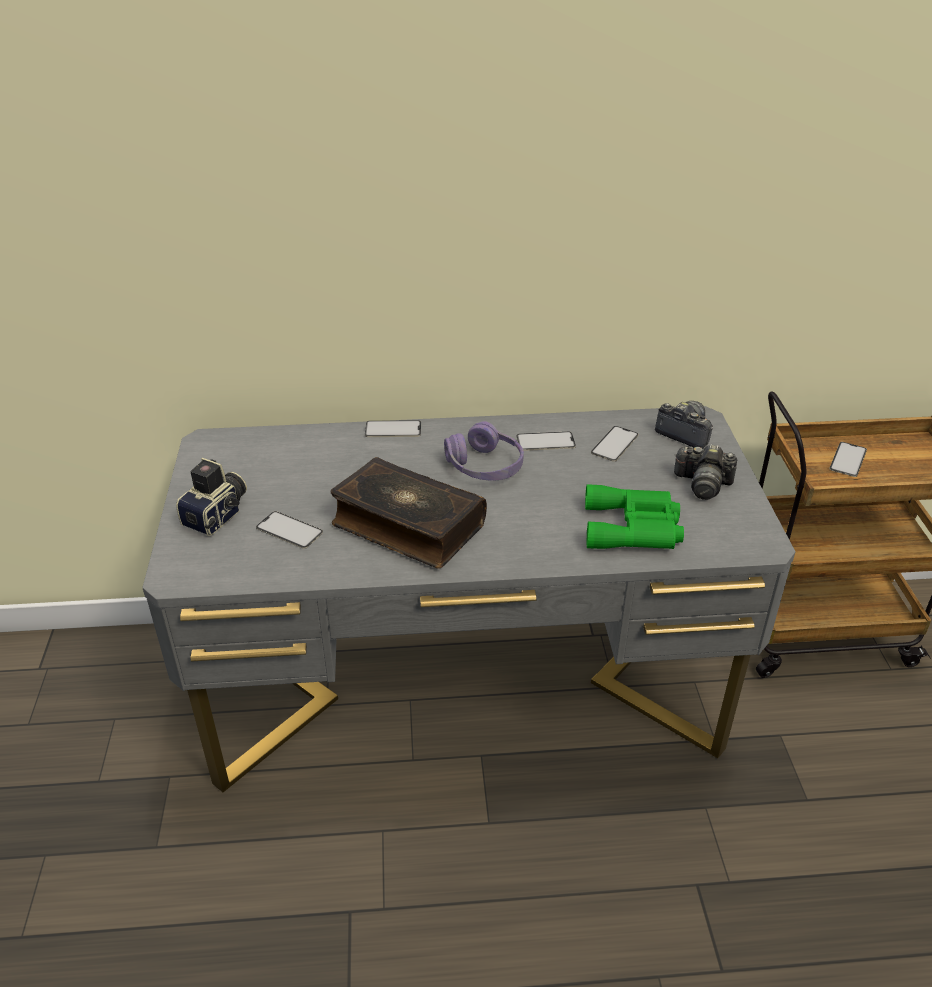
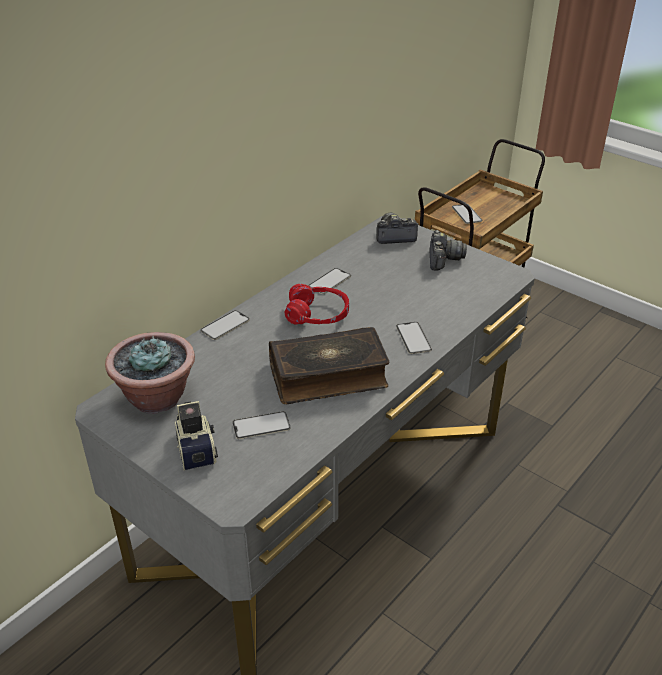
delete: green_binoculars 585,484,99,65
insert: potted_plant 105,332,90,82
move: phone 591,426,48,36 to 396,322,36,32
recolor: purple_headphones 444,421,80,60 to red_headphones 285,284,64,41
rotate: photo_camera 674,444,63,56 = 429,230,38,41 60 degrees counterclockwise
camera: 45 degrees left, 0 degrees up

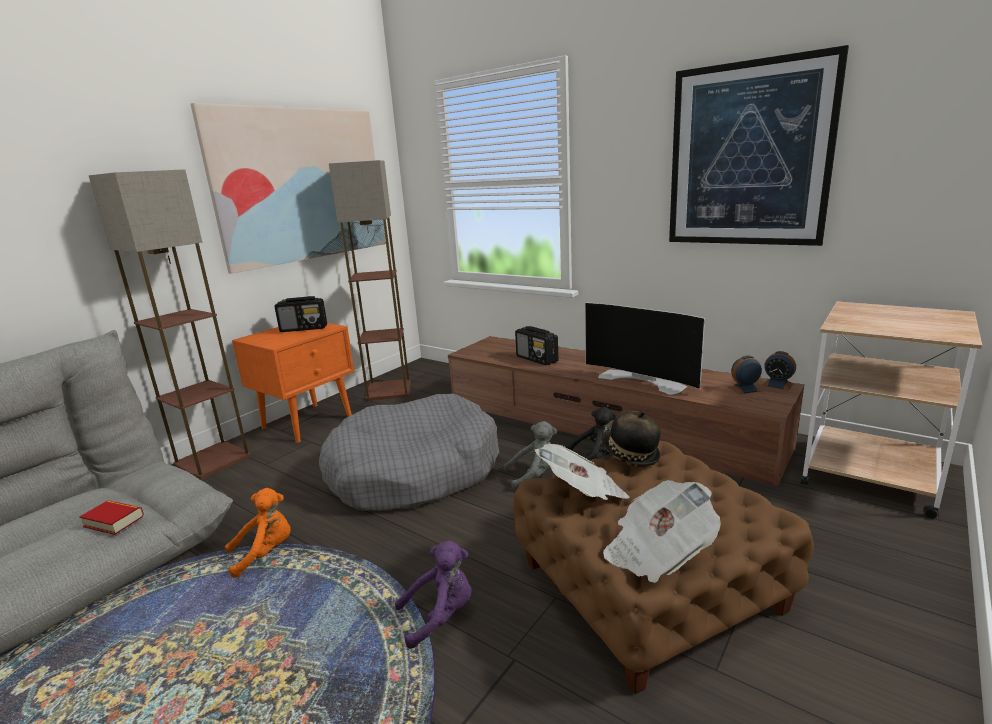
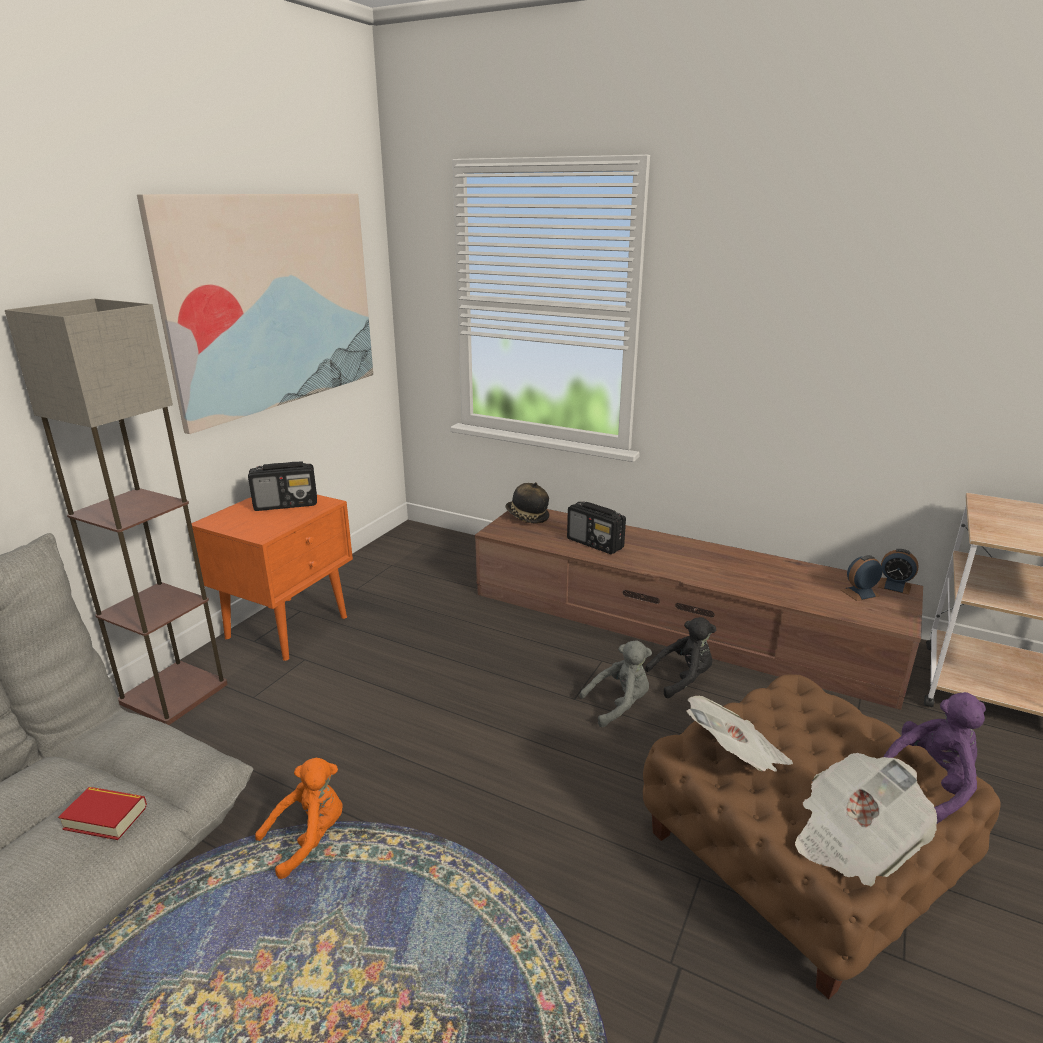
delete: picture 669,45,180,201; floor_lamp 329,160,82,241; television 585,303,120,92; grey_dog_bed 319,394,180,117
move: hat 601,411,60,56 to 505,482,45,42; purple_plush_toy 395,541,77,108 to 883,692,103,132
camera: 10 degrees left, 5 degrees up

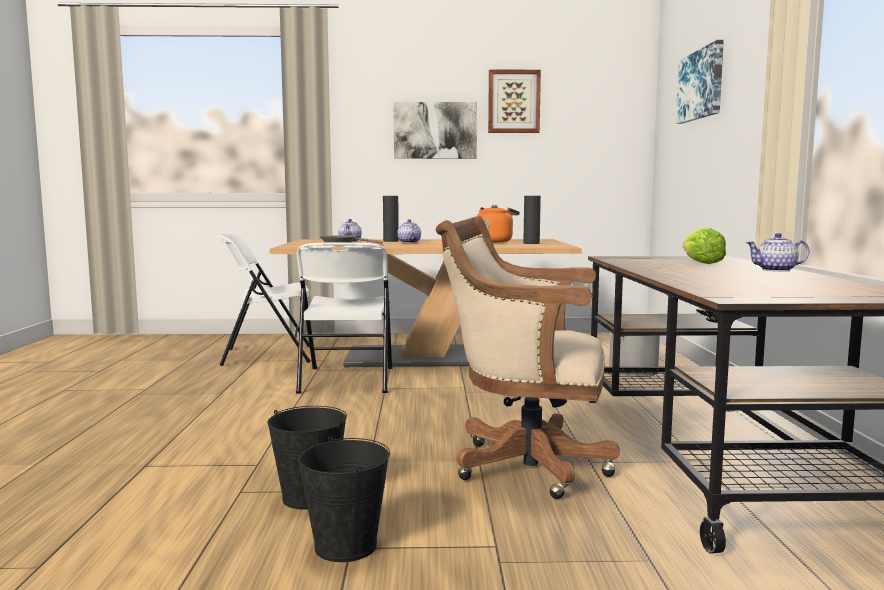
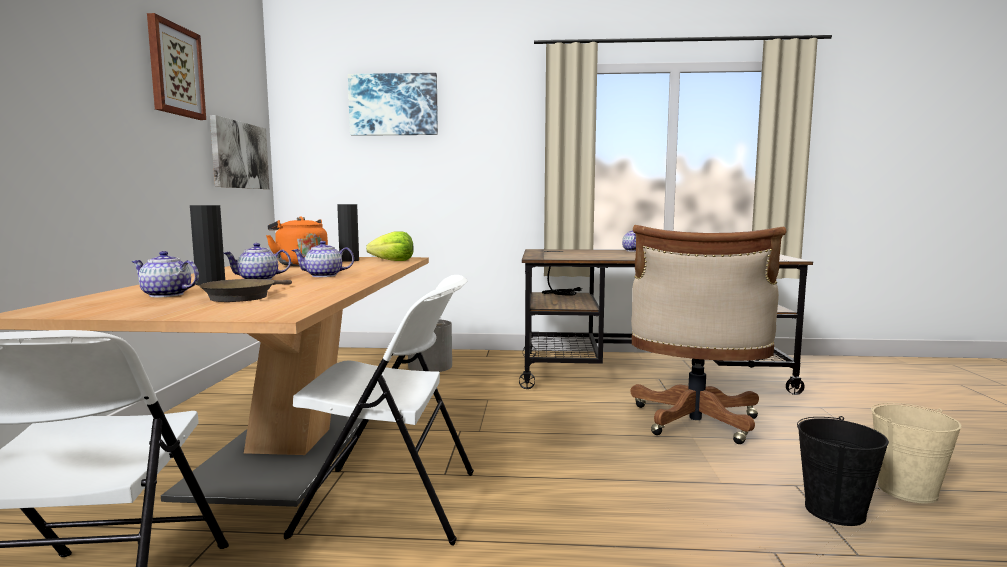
insert: teapot 292,241,62,36
move: picture 394,102,83,57 to 210,115,59,74; lettuce 683,228,43,36 to 366,231,48,30
recolor: black_bucket 298,437,92,125 to beige_bucket 871,403,91,101
camera: 85 degrees left, 0 degrees up

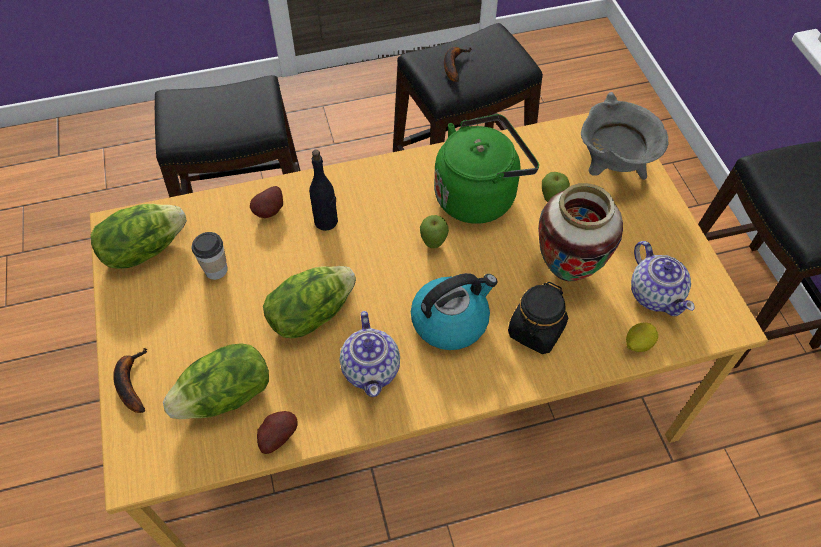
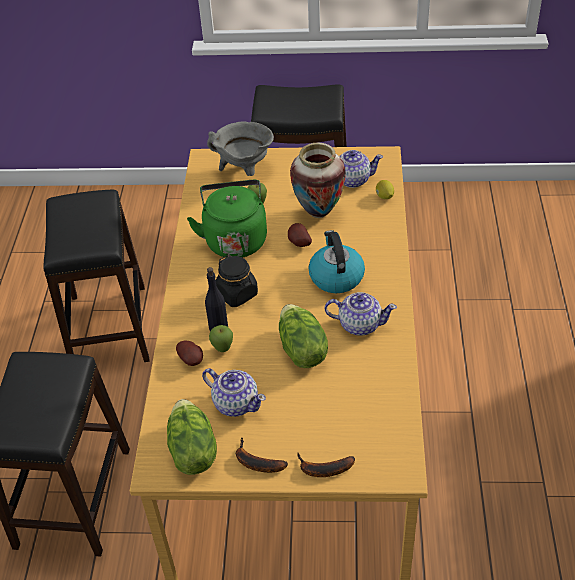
delete: lettuce 163,343,106,76
move: banana 444,47,27,35 to 236,438,52,35; apple 420,215,29,33 to 209,325,24,27; black_jar 508,282,60,72 to 216,255,42,52; potato 257,411,41,43 to 288,223,24,24
replace: cup 192,232,36,48 to teapot 202,368,64,49
camera: 70 degrees left, 10 degrees down

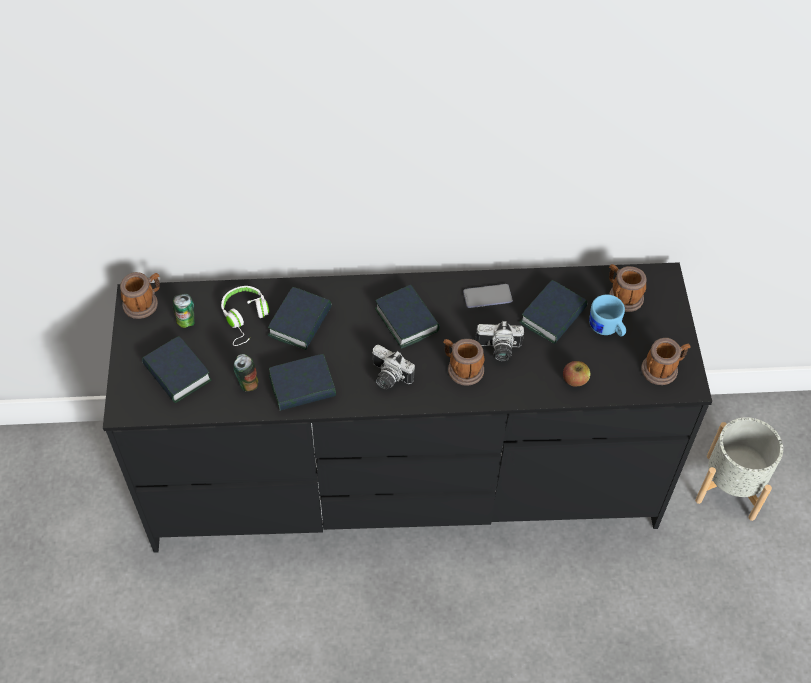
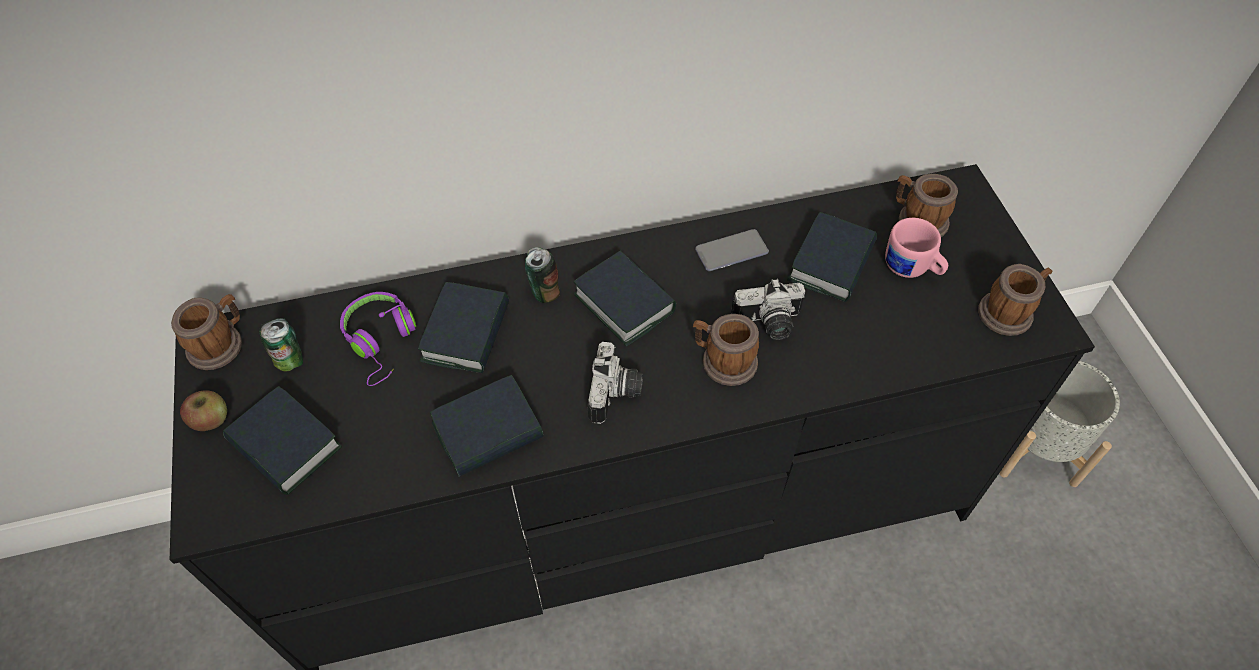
move: can 234,354,24,37 to 525,247,35,56; apple 563,361,27,26 to 180,390,47,41
recolor: white_headphones 221,286,48,60 to purple_headphones 340,292,76,94; blue_mug 589,295,37,42 to pink_mug 885,218,63,60
rotate: photo_camera 372,345,43,45 = 587,342,56,82 105 degrees counterclockwise
camera: 10 degrees left, 0 degrees up

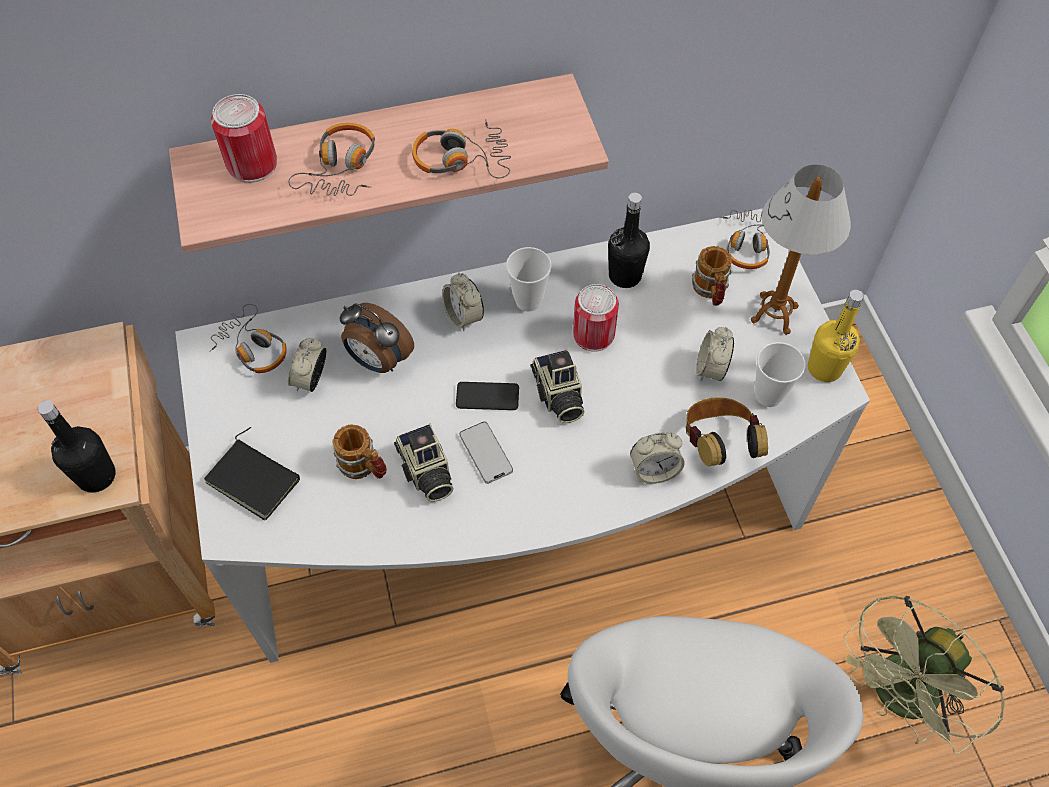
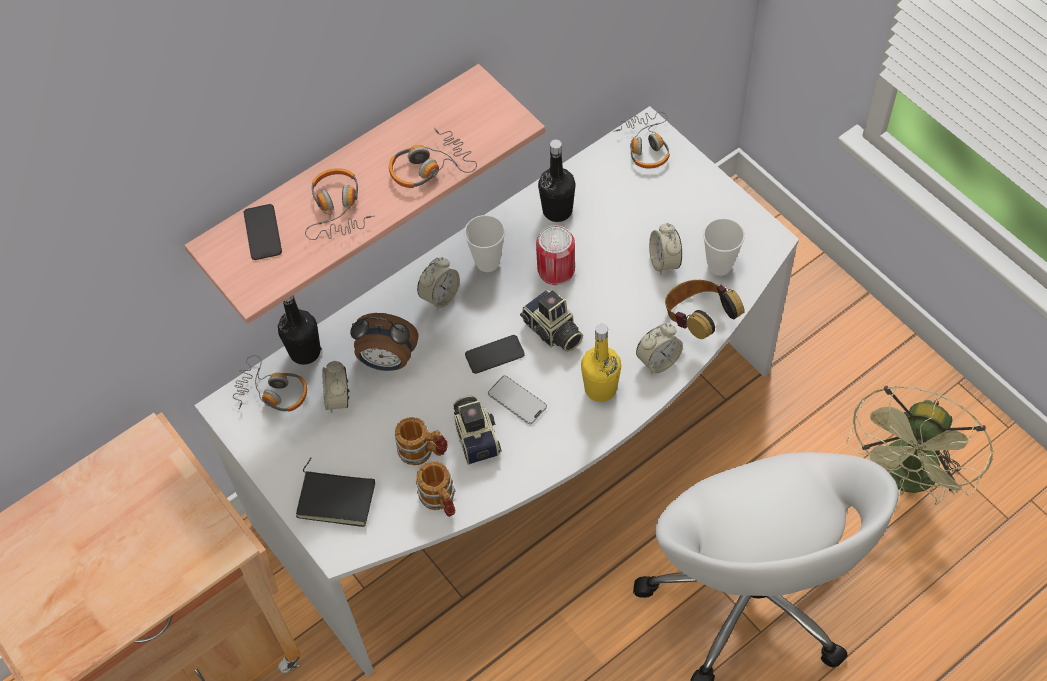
delete: table_lamp 751,165,100,170
move: mug 692,246,40,60 to 416,461,40,56; yellow_bottle 808,290,56,92 to 581,324,40,78; black_bottle 37,400,79,93 to 278,295,43,70
replace: can 211,94,66,89 to phone 244,204,38,56
rotate: alarm_clock 442,273,42,58 = 417,257,43,53 90 degrees counterclockwise; photo_camera 394,424,60,78 = 453,396,49,69 150 degrees counterclockwise
camera: 20 degrees left, 0 degrees up

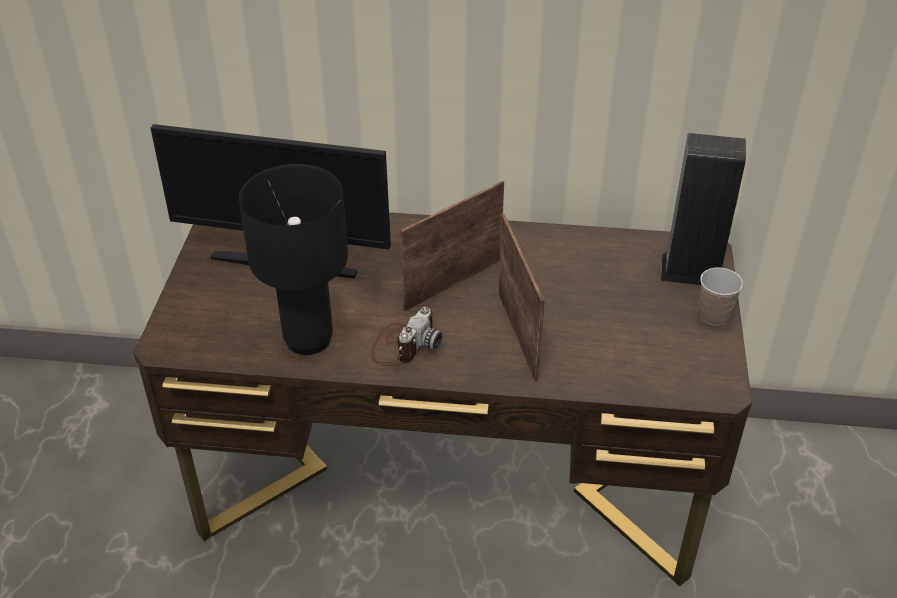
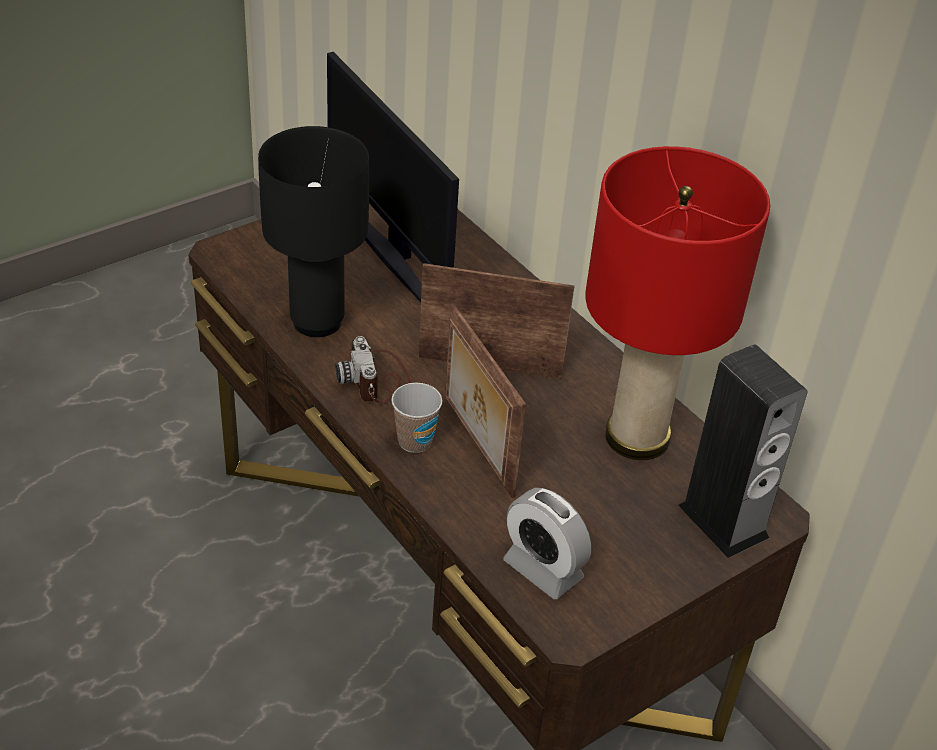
insert: red_table_lamp 585,146,185,314; alarm_clock 503,488,88,111
move: cup 700,267,43,59 to 391,383,51,70
rotate: picture_frame 498,214,47,167 = 445,304,81,194 120 degrees clockwise; photo_camera 371,307,71,57 = 335,336,76,68 90 degrees clockwise
camera: 45 degrees right, 0 degrees up

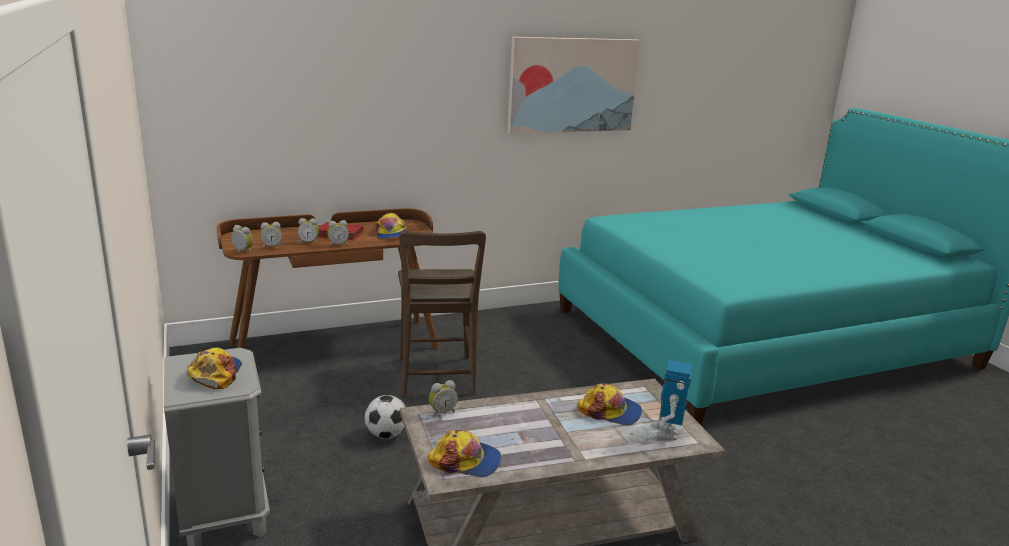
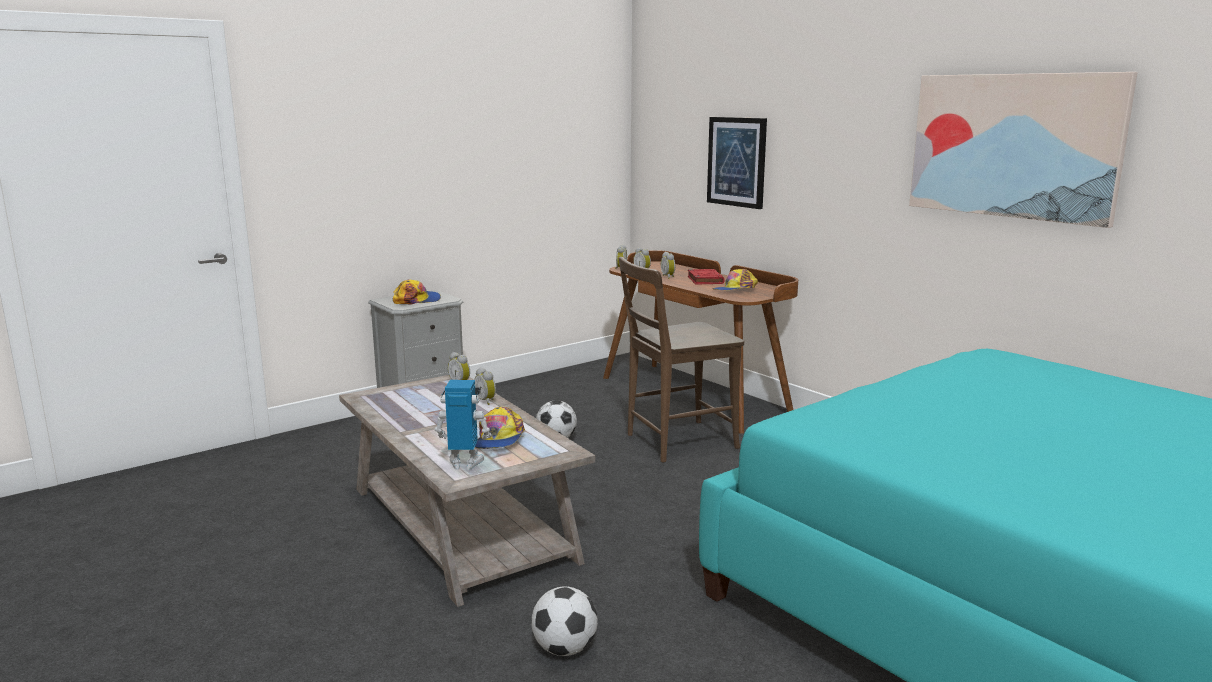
delete: cap 428,430,73,47
insert: picture 707,117,60,92; football 531,586,67,70
move: alarm_clock 327,220,22,27 to 474,368,22,37
camera: 75 degrees right, 5 degrees down

